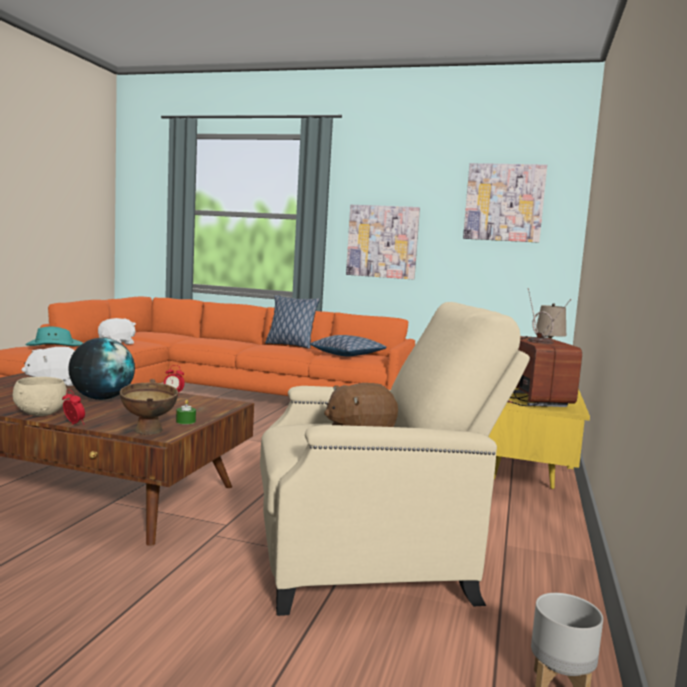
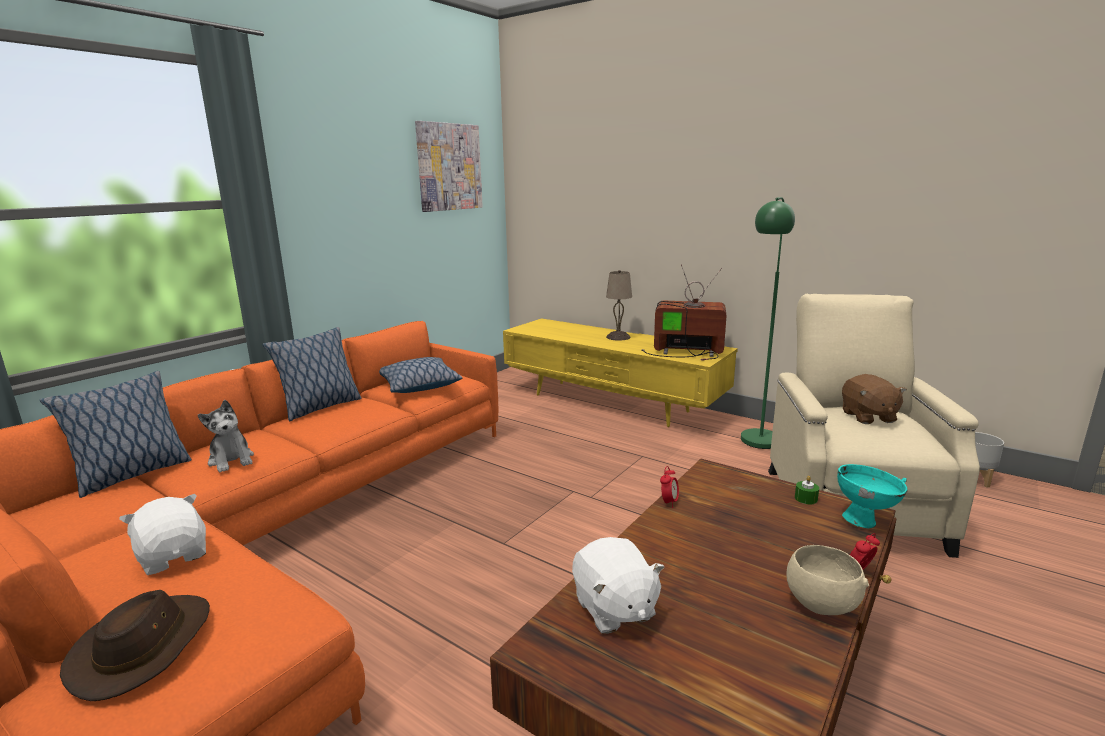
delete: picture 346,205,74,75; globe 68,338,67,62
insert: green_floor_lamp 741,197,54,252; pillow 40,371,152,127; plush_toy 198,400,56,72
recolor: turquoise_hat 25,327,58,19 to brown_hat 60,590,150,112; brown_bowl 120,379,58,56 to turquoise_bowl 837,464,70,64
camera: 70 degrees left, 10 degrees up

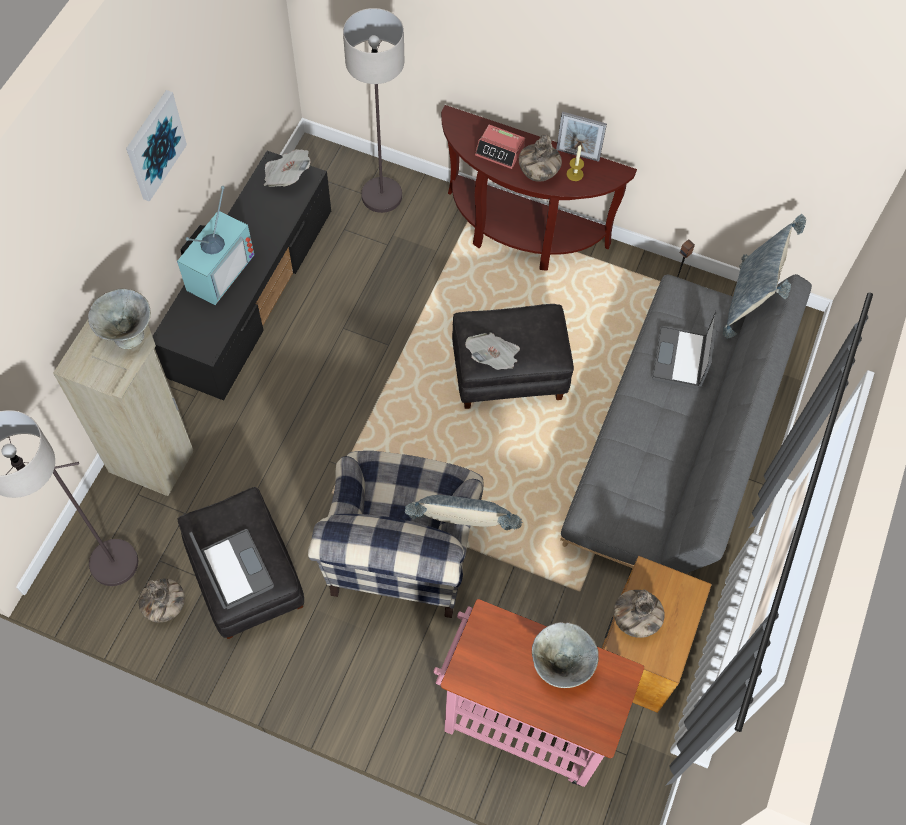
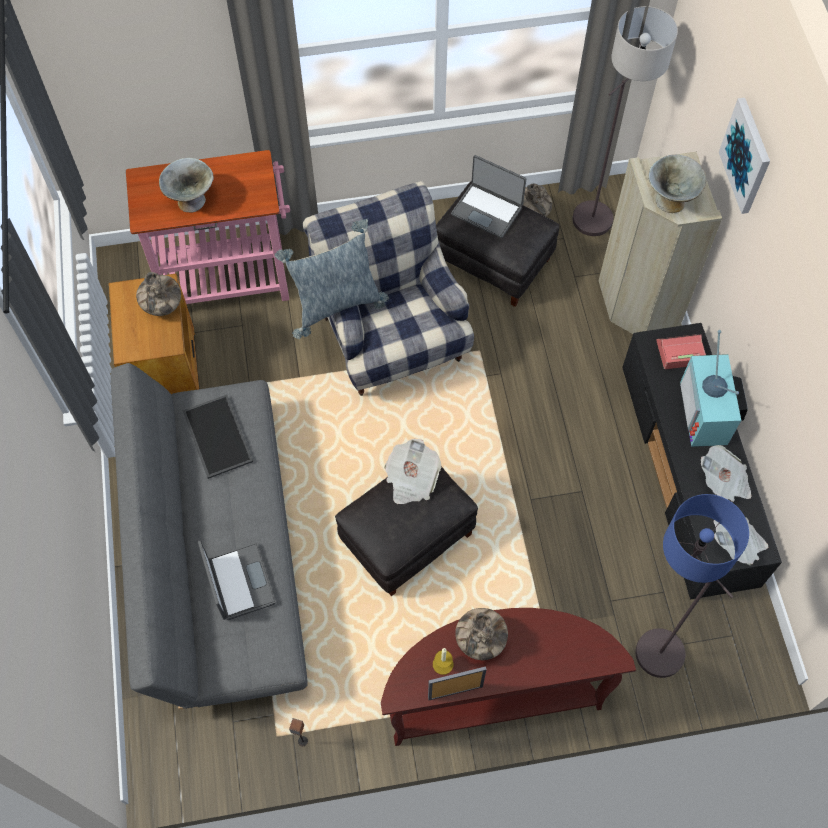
delete: pillow 722,214,84,125
insert: tray 183,395,70,84; newspaper 701,445,51,57
move: picture 126,90,61,112 to 719,98,51,116; alarm_clock 475,125,50,44 to 656,334,50,35
recolor: grey_floor_lamp 343,8,61,205 to blue_floor_lamp 636,494,113,184
camera: 150 degrees right, 0 degrees up

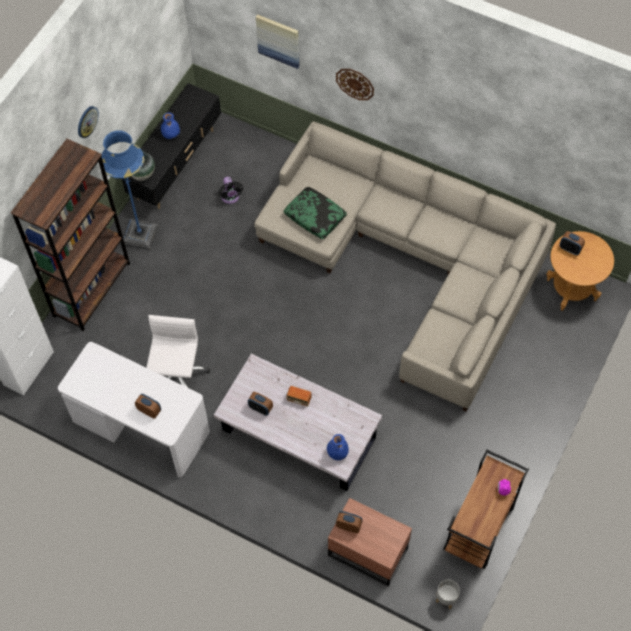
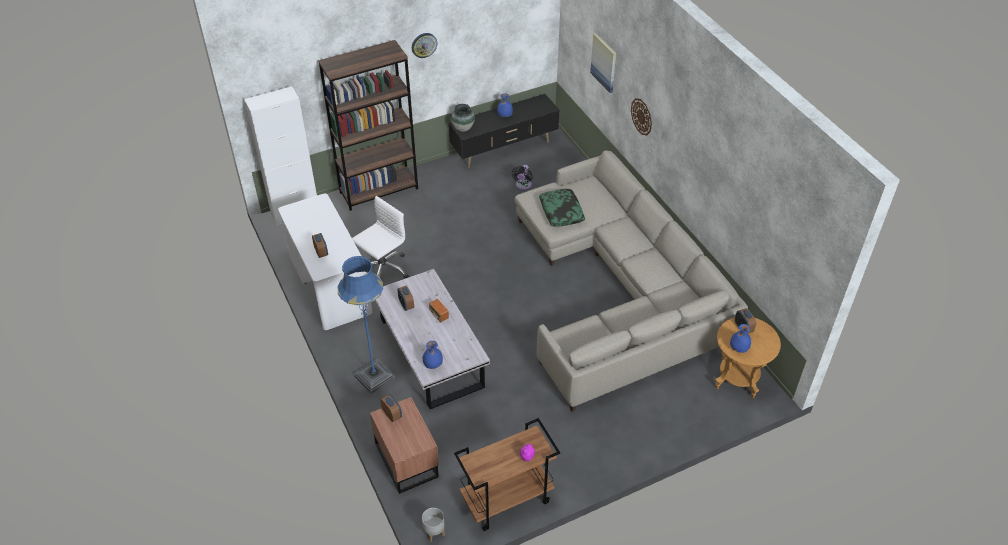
insert: blue_vase 730,324,21,29
move: blue_floor_lamp 102,130,56,120 to 338,256,57,138
camera: 35 degrees right, 15 degrees down

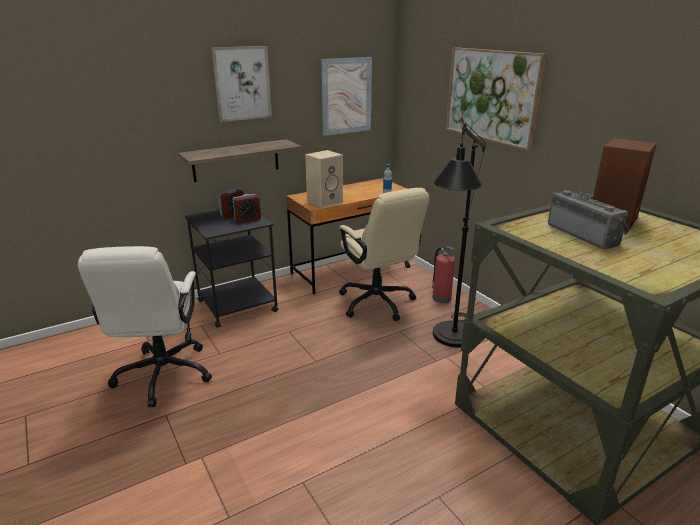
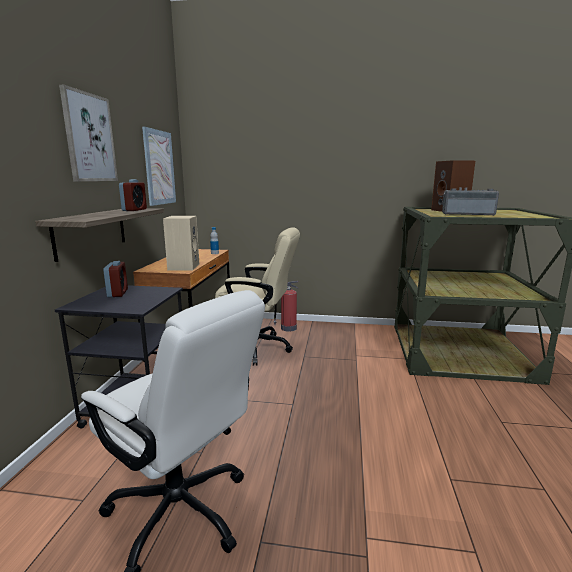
delete: picture 446,47,100,103; black_floor_lamp 433,122,53,225
move: alarm_clock 233,194,28,29 to 119,179,28,32
camera: 50 degrees left, 10 degrees down

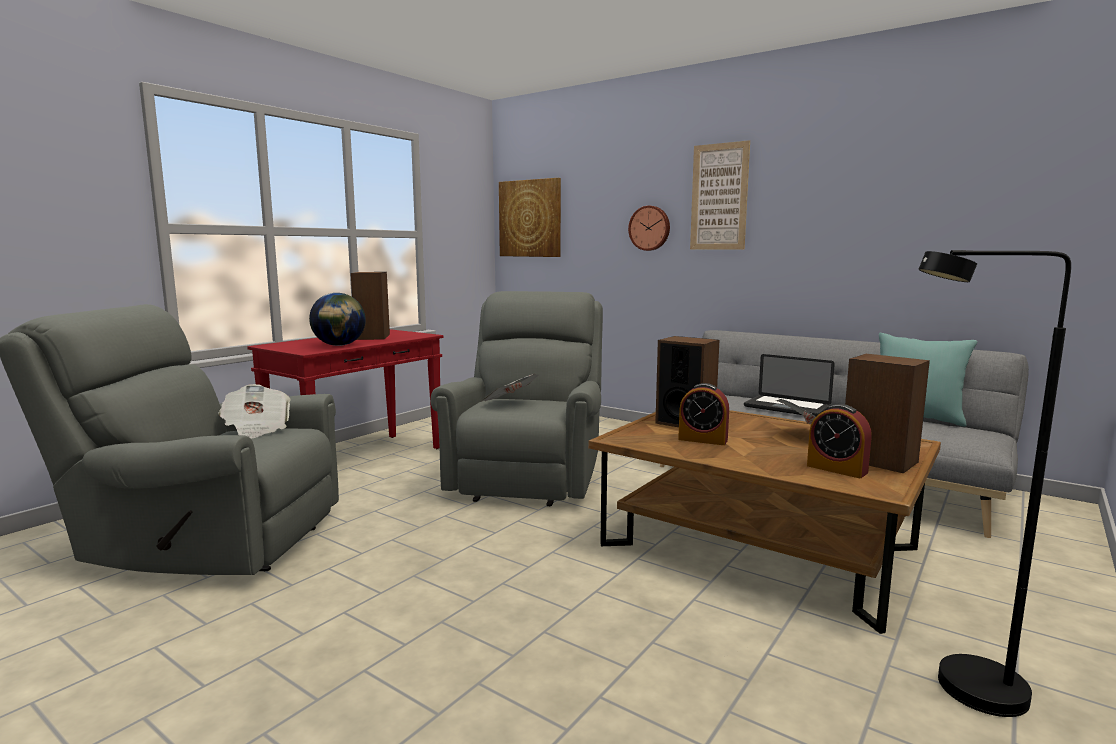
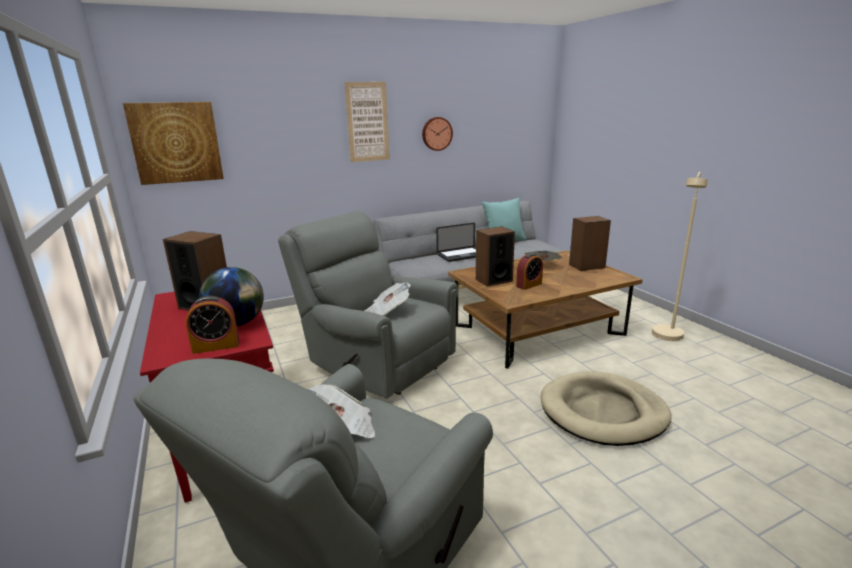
insert: beige_dog_bed 541,372,131,74
move: wall_clock 628,206,42,45 to 422,117,31,34; alarm_clock 807,404,65,74 to 186,296,53,58
recolor: black_floor_lamp 919,250,152,467 to beige_floor_lamp 652,172,56,169
camera: 60 degrees left, 10 degrees up

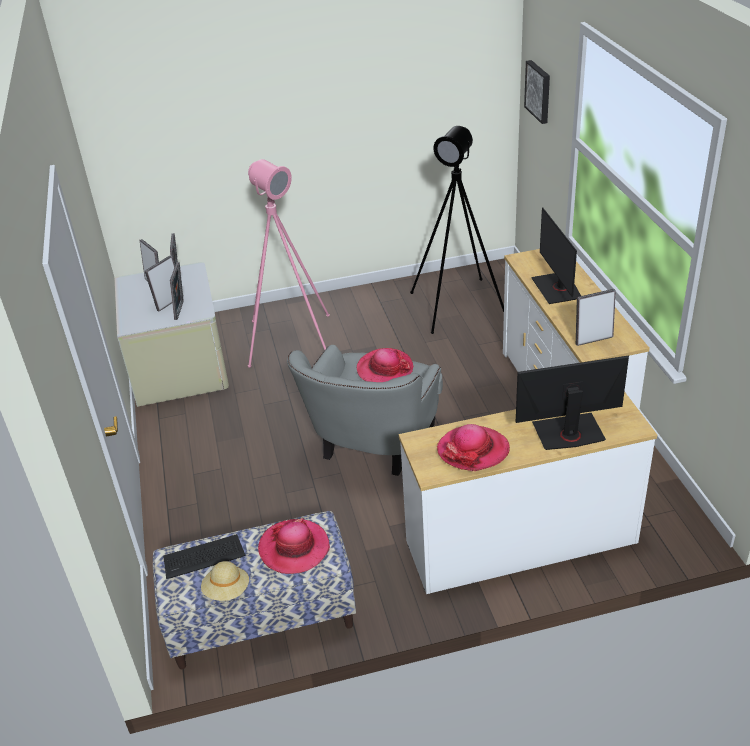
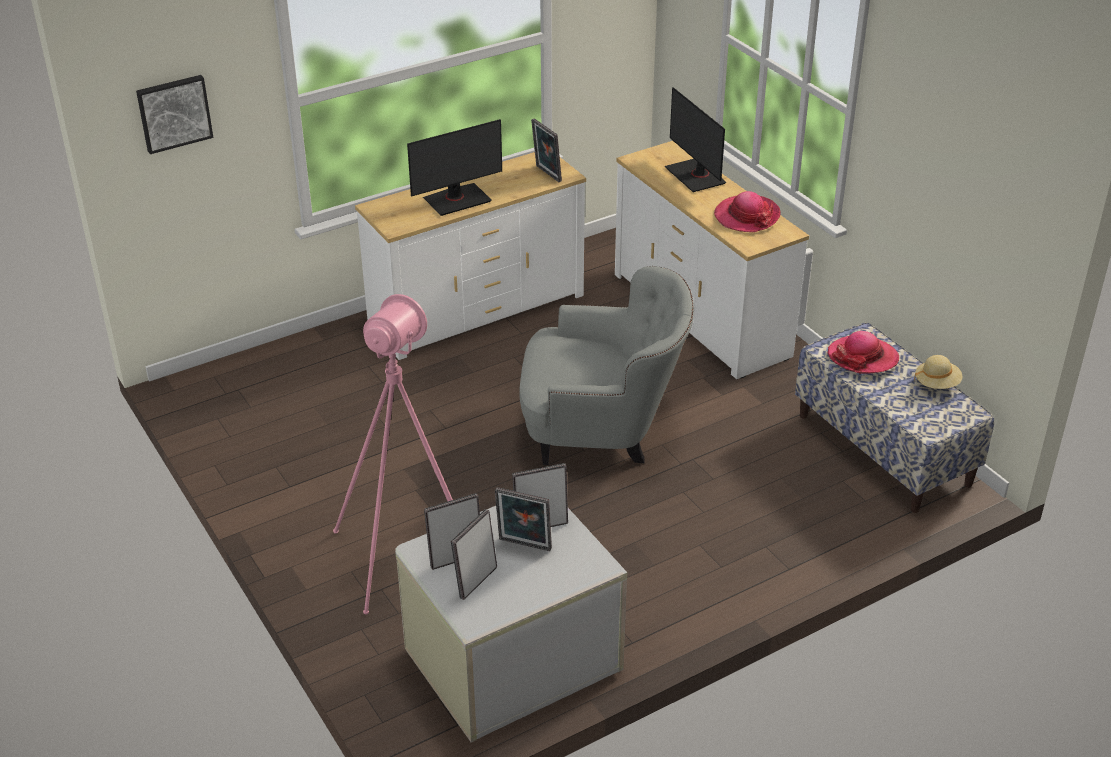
delete: black_floor_lamp 410,126,94,208; hat 357,348,56,34; keyboard 163,534,83,45
camera: 110 degrees left, 0 degrees up

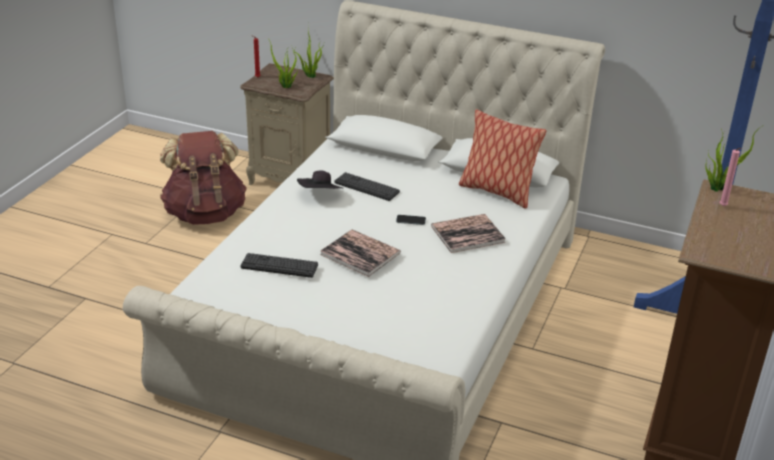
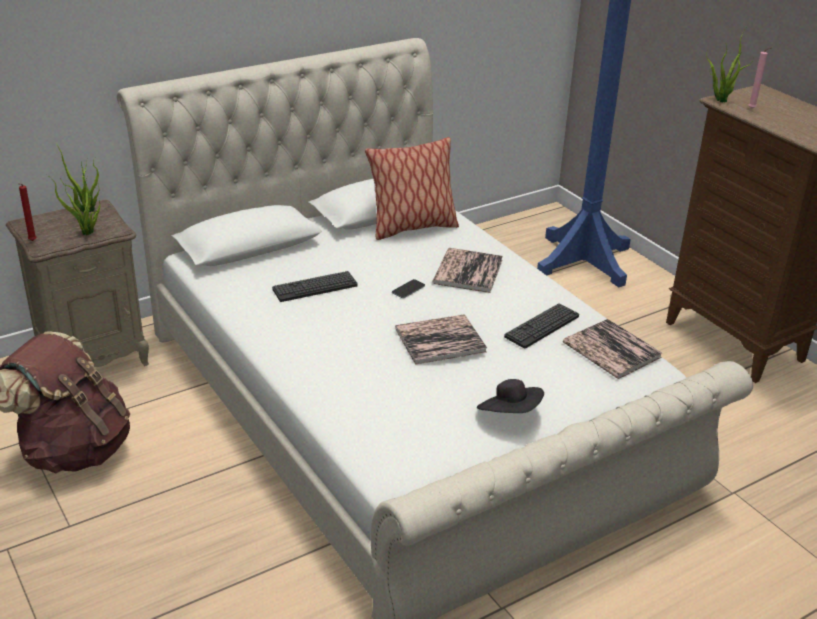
insert: book 563,319,99,60
move: black_hat 297,170,46,19 to 477,379,67,34; keyboard 241,253,77,25 to 504,303,75,46
camera: 55 degrees left, 0 degrees up

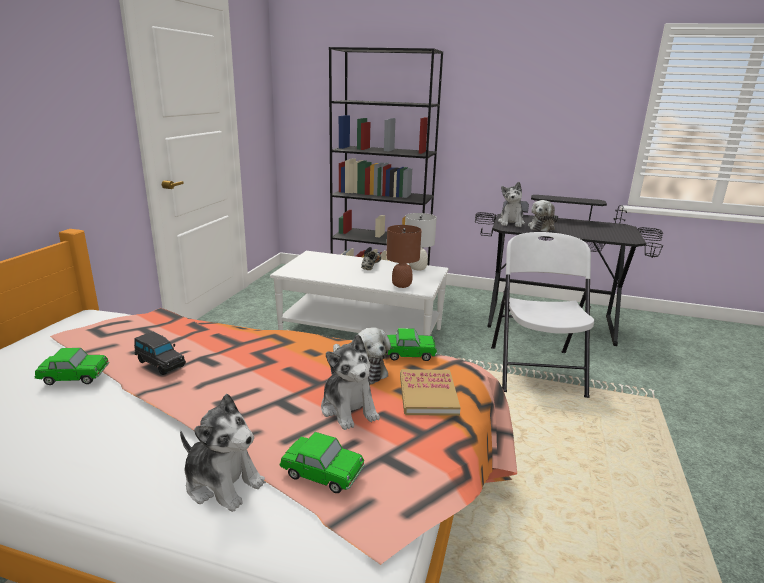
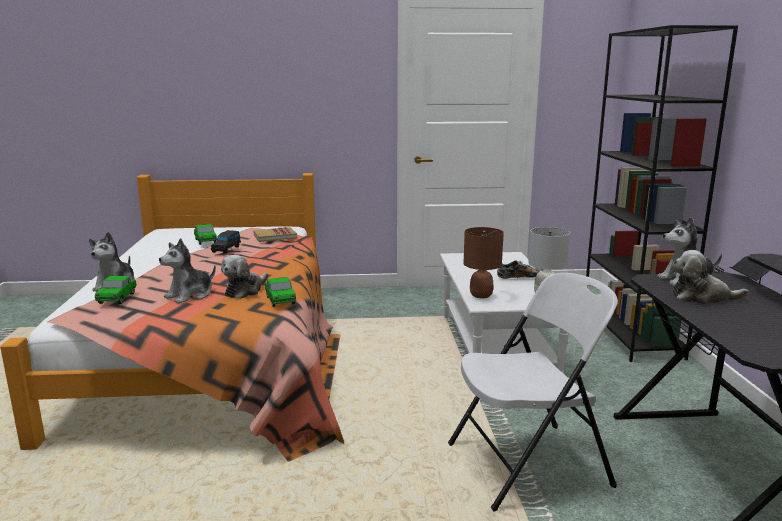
move: book 400,369,61,47 to 253,227,44,15
camera: 70 degrees right, 5 degrees down

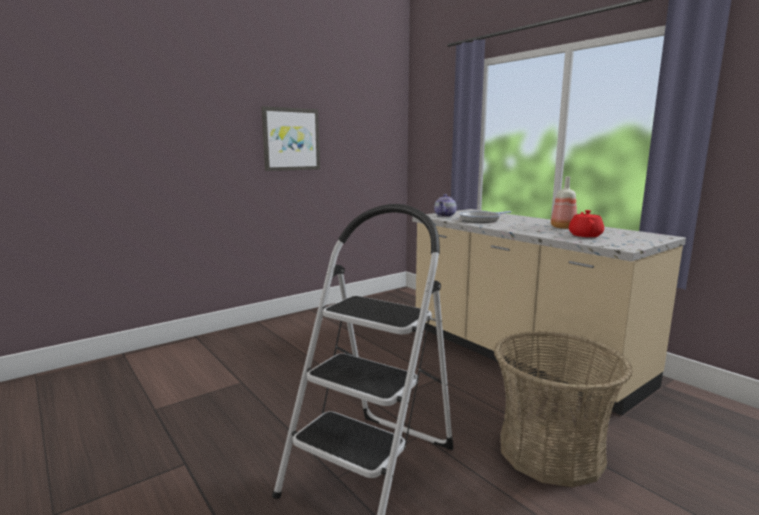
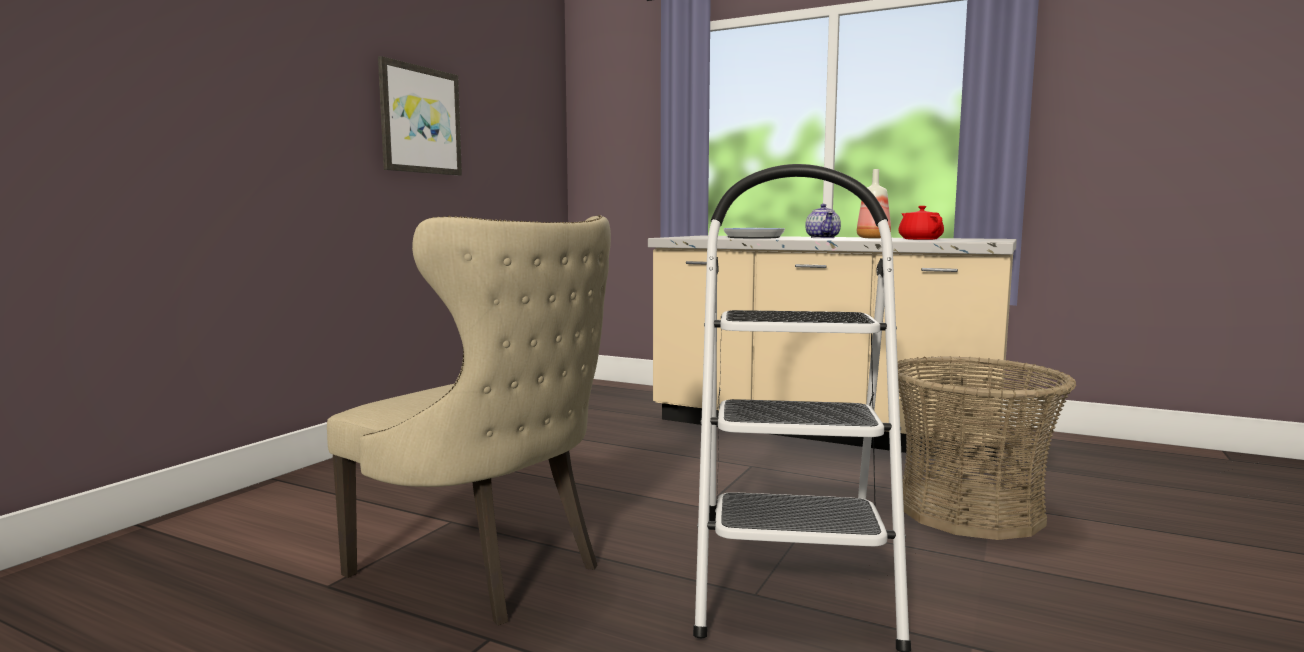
insert: beige_chair 327,215,284,410
move: teapot 434,194,22,23 to 805,204,36,34
camera: 25 degrees left, 5 degrees down

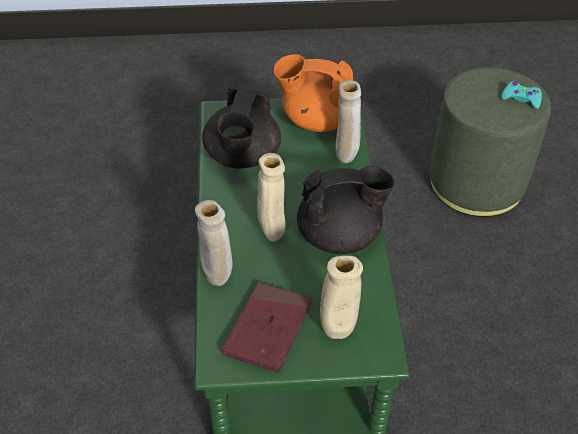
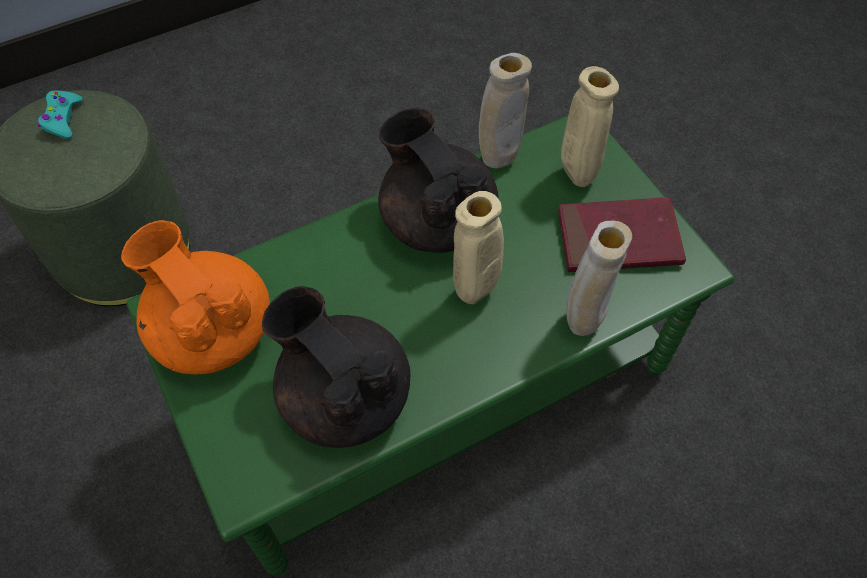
move: beige_vase 335,80,26,83 to 479,53,53,116
rotate: orange_teapot 274,54,79,78 = 121,220,149,155 150 degrees clockwise; black_teapot 202,86,79,83 = 262,286,149,162 120 degrees counterclockwise
camera: 115 degrees left, 10 degrees up

